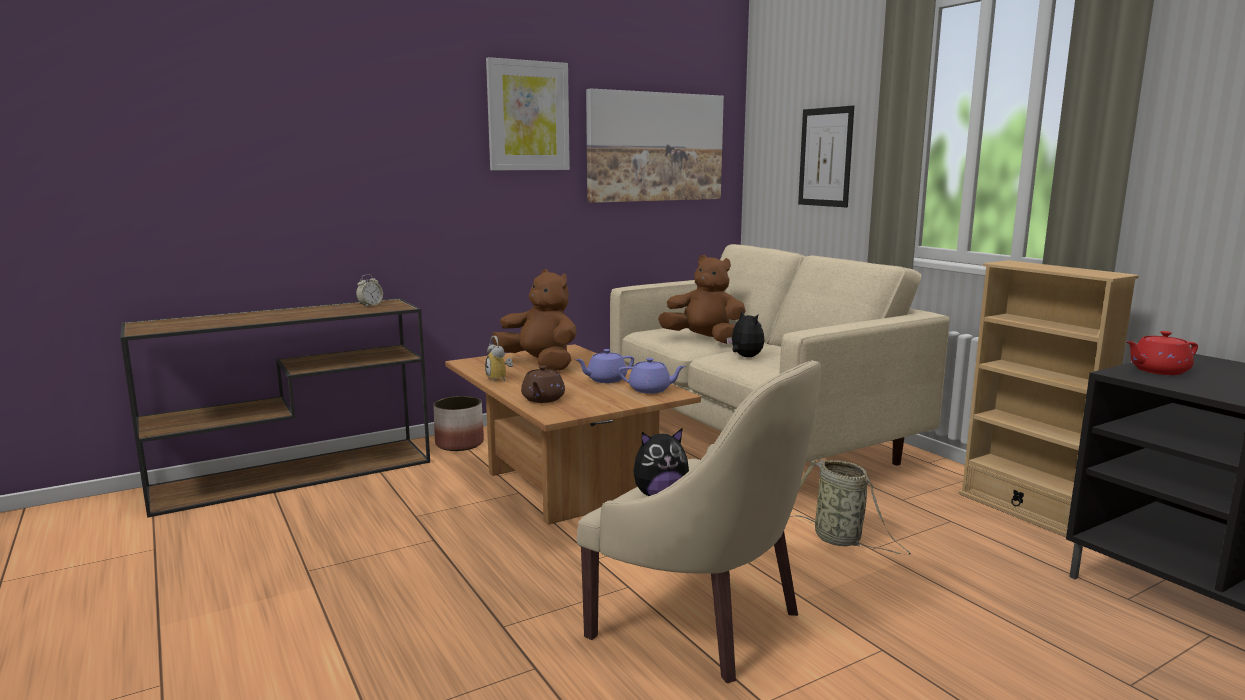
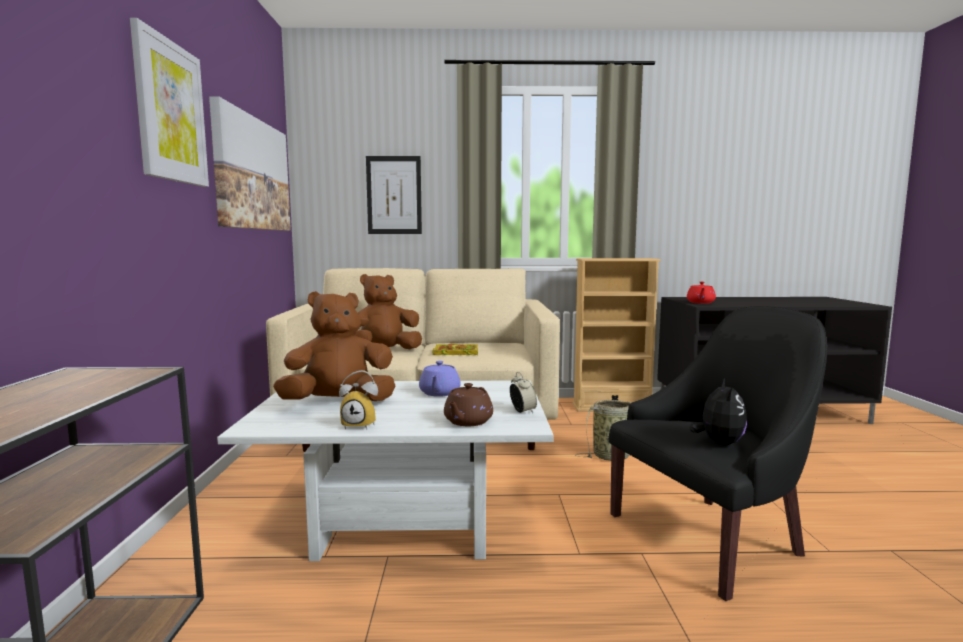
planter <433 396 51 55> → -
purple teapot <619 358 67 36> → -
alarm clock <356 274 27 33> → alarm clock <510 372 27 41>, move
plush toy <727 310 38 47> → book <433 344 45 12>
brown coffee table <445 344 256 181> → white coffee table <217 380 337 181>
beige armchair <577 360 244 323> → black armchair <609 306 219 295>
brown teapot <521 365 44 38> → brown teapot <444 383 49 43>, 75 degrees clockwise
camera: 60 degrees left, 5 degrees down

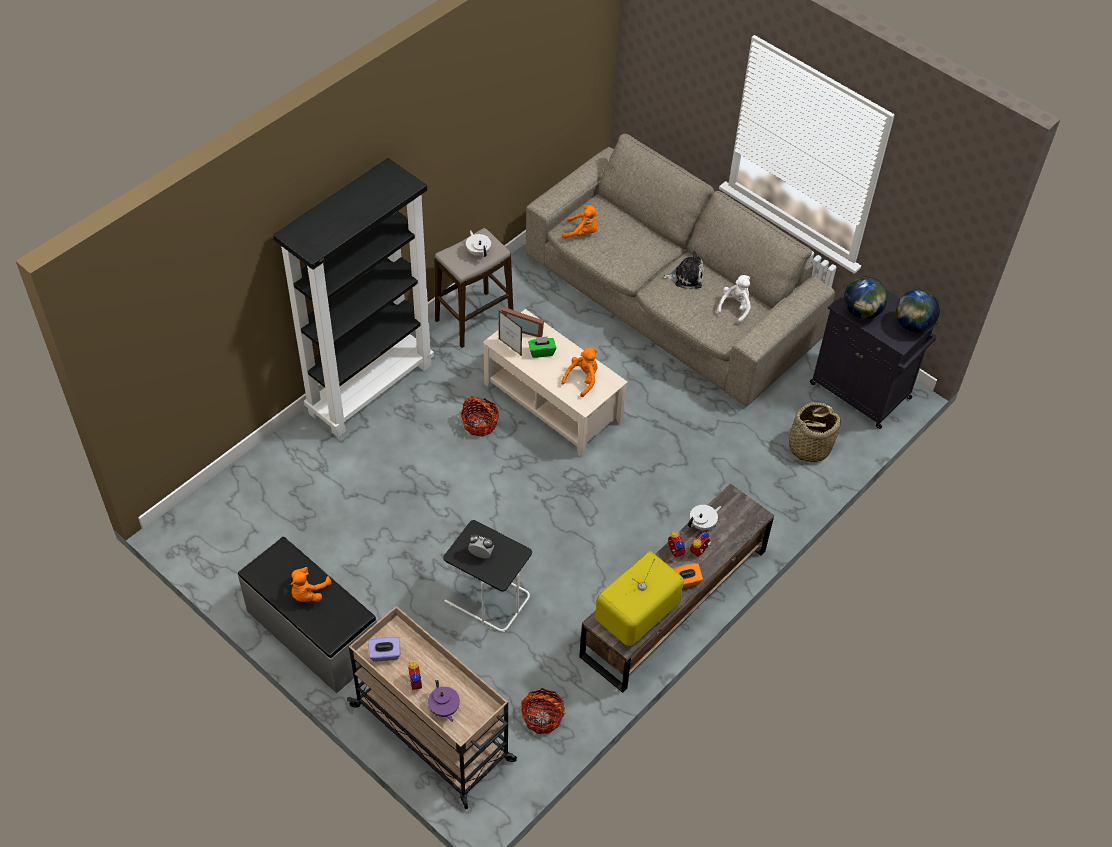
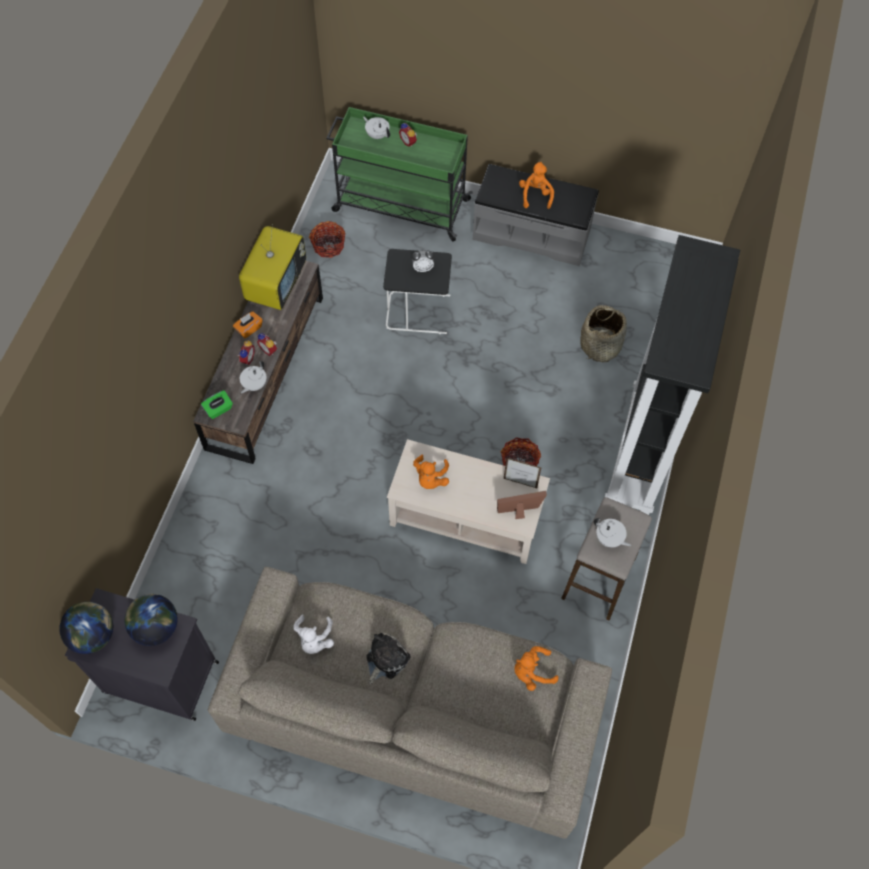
purple tissue box <368 636 32 25> → -
green tissue box <528 336 28 22> → green tissue box <201 390 32 29>, move
basket <783 402 58 60> → basket <580 305 47 57>, move
beige cart <347 606 170 203> → green cart <326 107 147 135>
purple teapot <428 680 32 42> → white teapot <363 117 27 22>
plush toy <663 251 41 38> → plush toy <366 633 44 51>, 150 degrees clockwise
camera: 155 degrees right, 10 degrees up

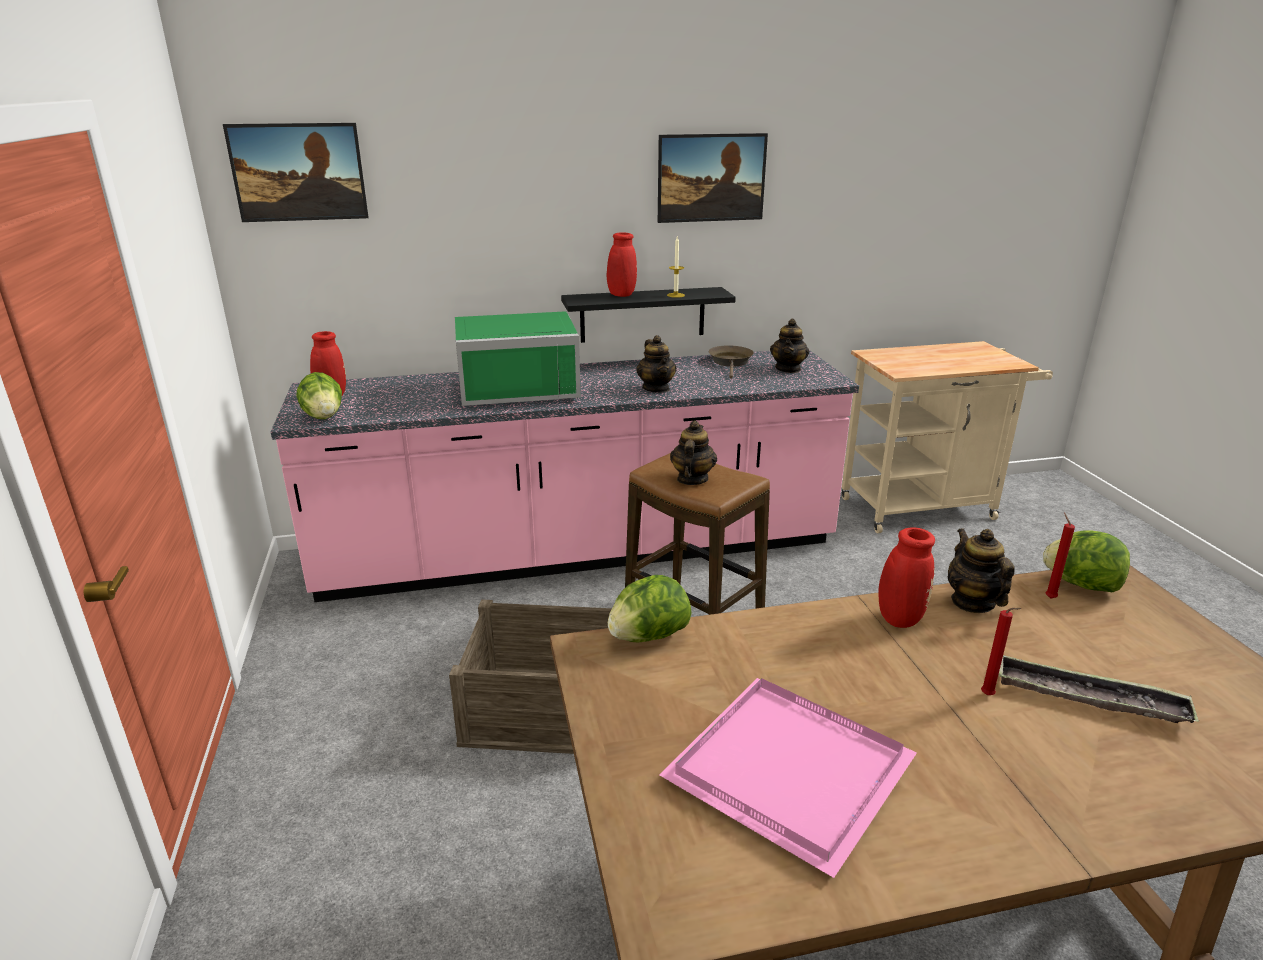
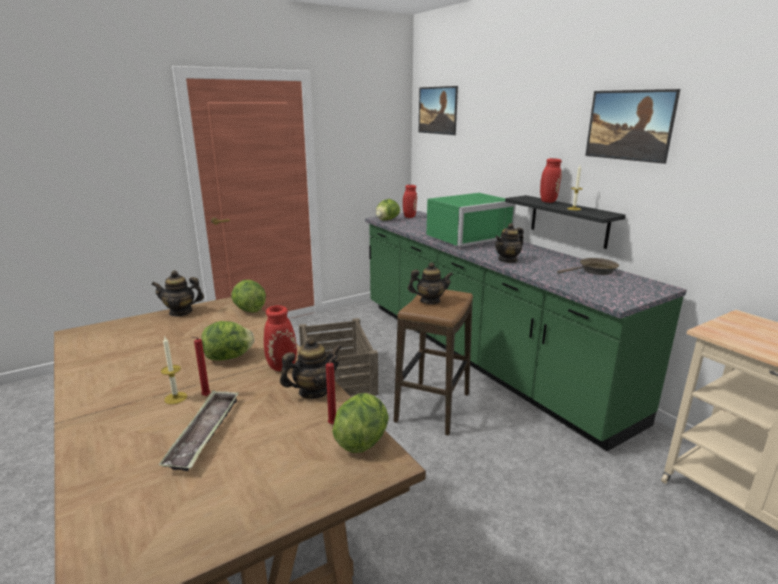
pink tray <659 678 258 200> → -
- → candle <161 337 26 67>
- → lettuce <201 321 53 40>
teapot <770 319 39 54> → teapot <151 270 53 47>, move
pink counter <271 350 588 252> → green counter <365 211 322 240>
green microwave <455 311 126 95> → green microwave <426 193 90 54>, 90 degrees counterclockwise
camera: 70 degrees right, 5 degrees down

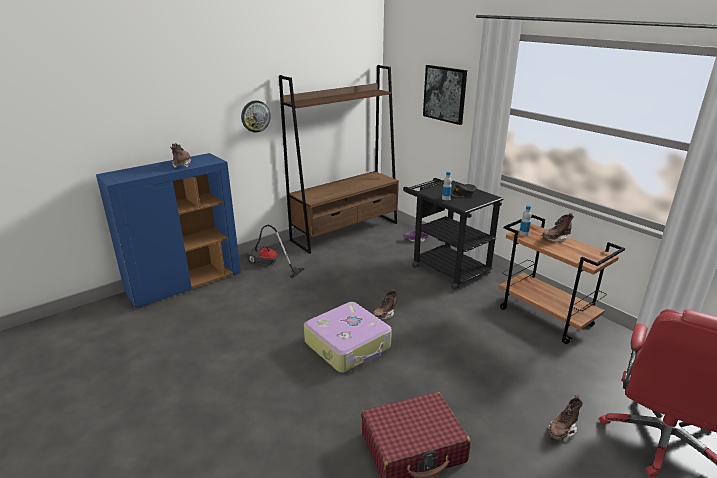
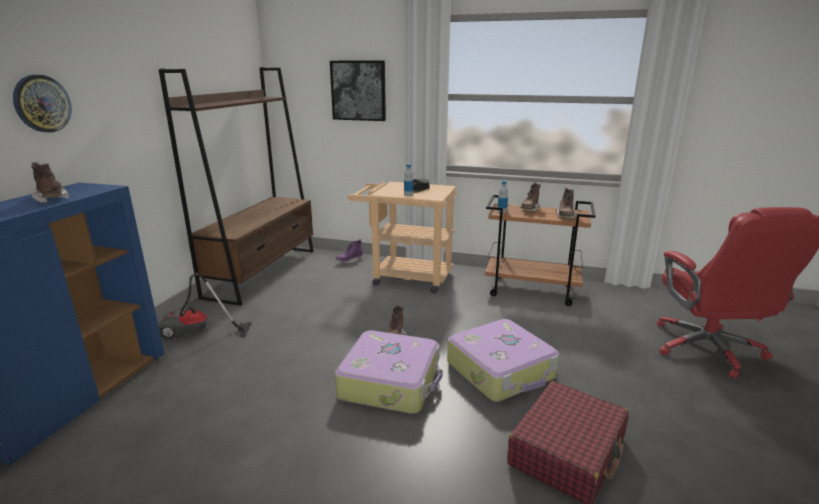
- → suitcase <447 319 112 83>
wall clock <241 100 30 33> → wall clock <13 75 59 58>, move
brown boot <548 395 35 45> → brown boot <556 188 20 31>, move
black cart <403 178 100 112> → beige cart <347 182 110 111>
camera: 35 degrees left, 5 degrees down

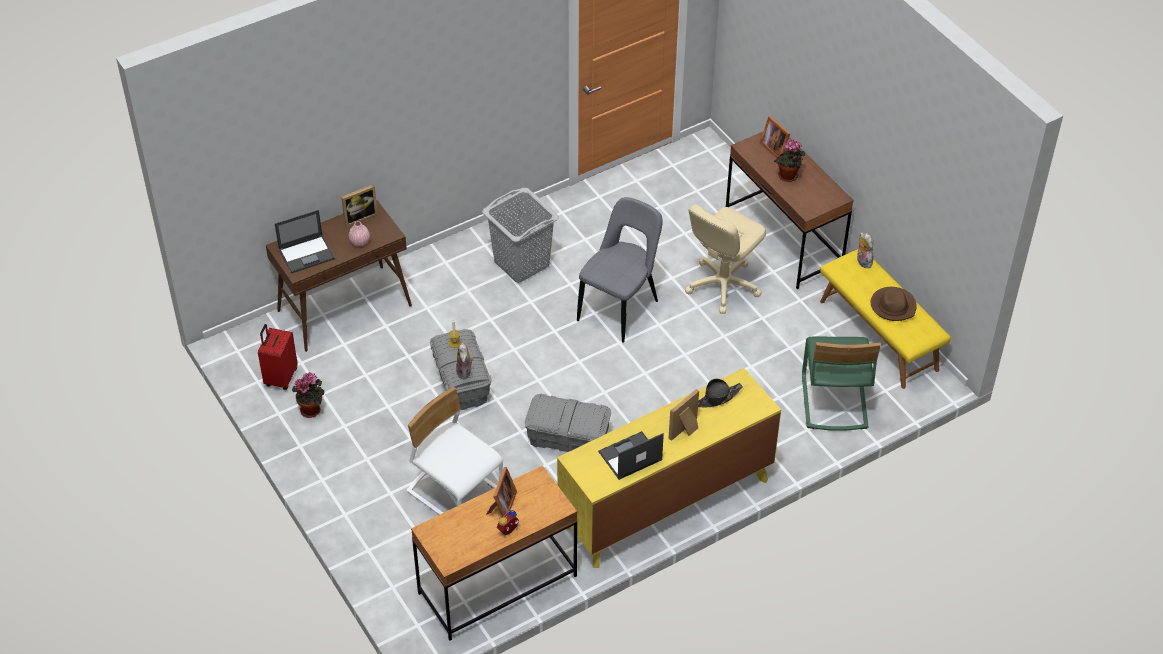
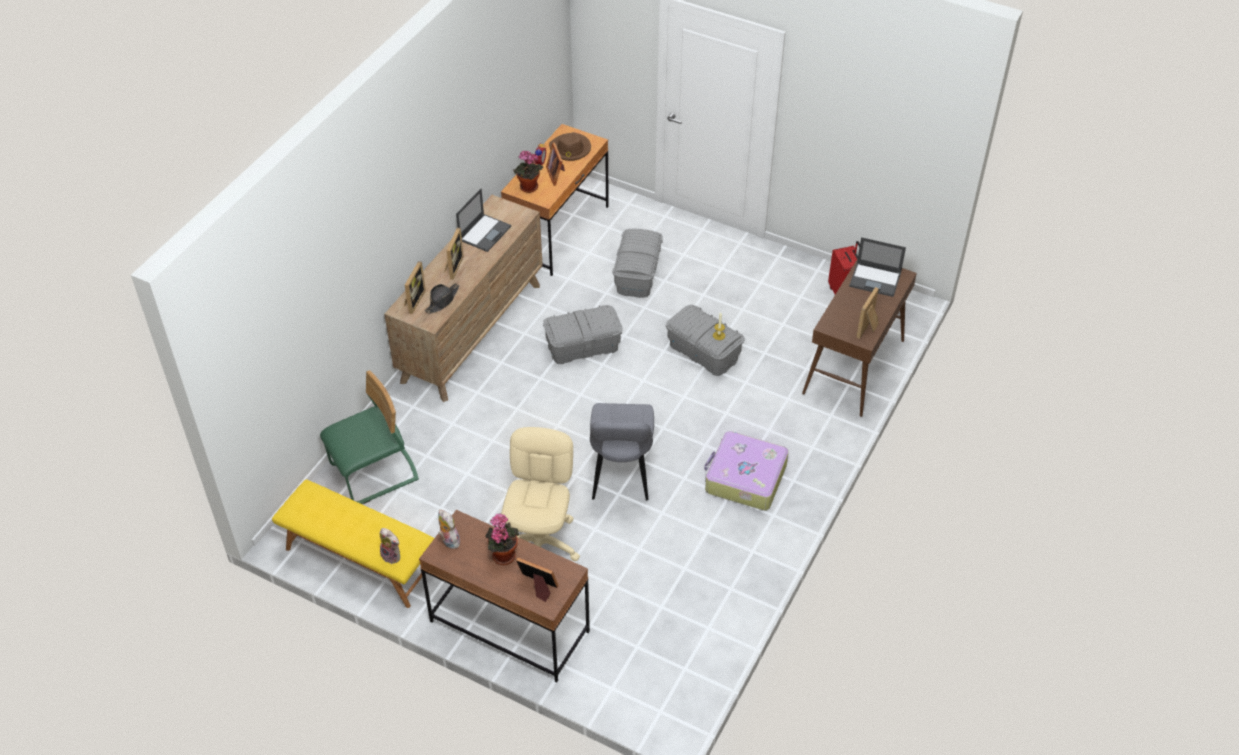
pink vase <349 221 21 26> → -
- → picture frame <404 261 22 53>
potted plant <292 372 32 46> → potted plant <513 151 30 42>, move
plush toy <456 343 18 36> → plush toy <438 509 22 40>, move
brown hat <871 287 46 34> → brown hat <549 132 42 29>, move
white chair <406 387 97 128> → grey storage box <612 229 51 69>
grey laundry basket <482 188 77 95> → suitcase <704 431 85 79>
yellow dresser <557 368 224 200> → brown dresser <384 195 159 207>
laptop <275 210 60 63> → laptop <849 237 57 60>, 105 degrees counterclockwise
green chair <802 337 79 94> → green chair <320 370 99 134>, 90 degrees clockwise
camera: 150 degrees right, 0 degrees up

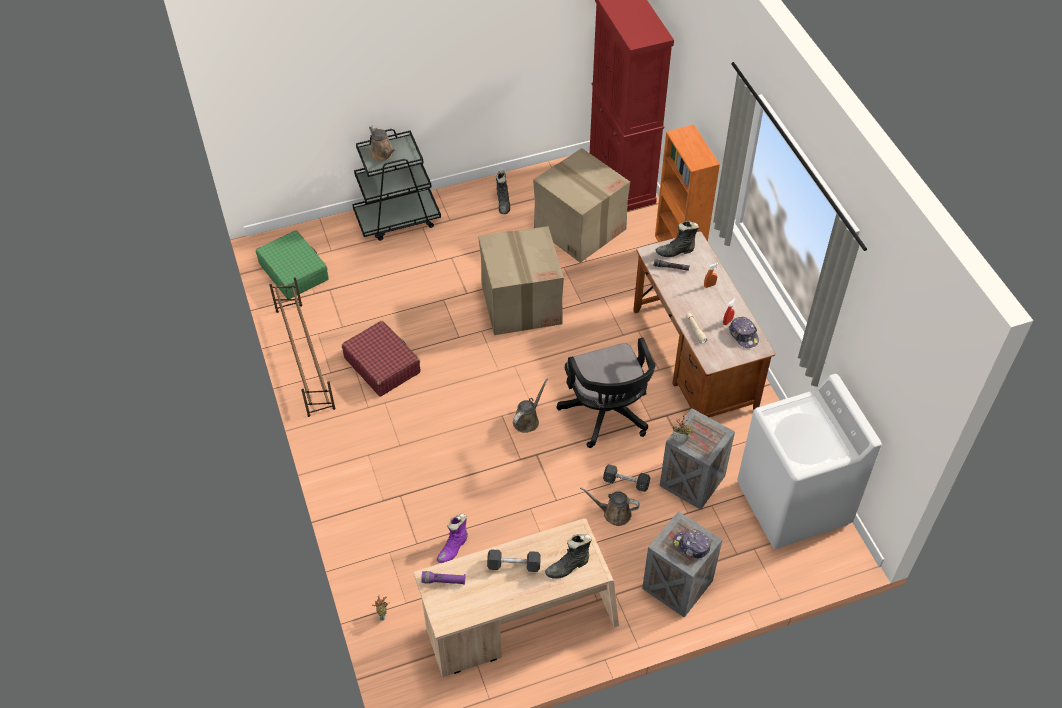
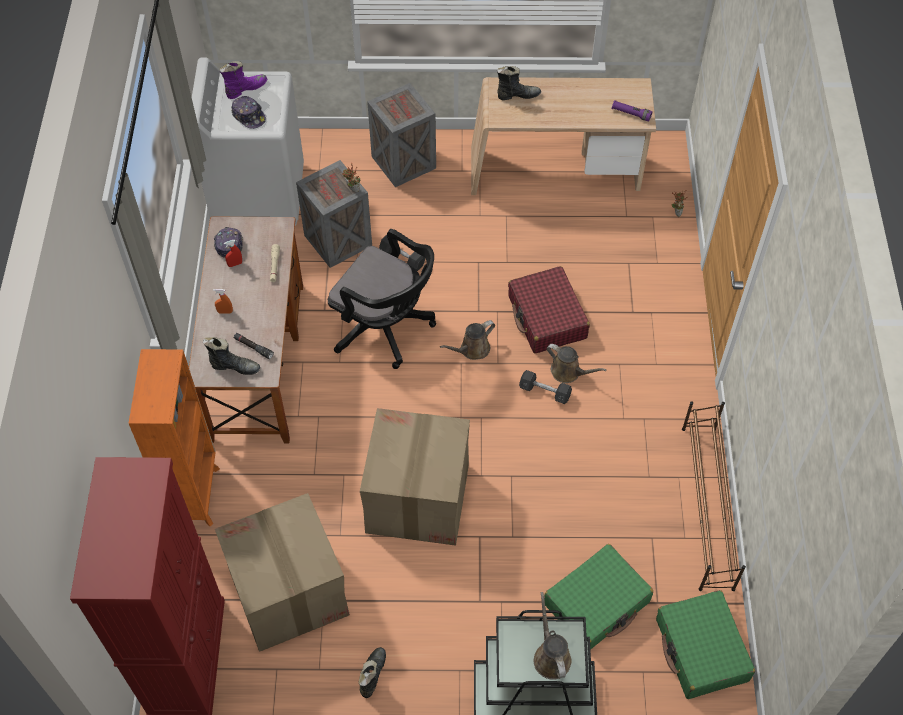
- → green suitcase <544 544 109 106>
red suitcase <342 321 78 75> → red suitcase <508 266 82 88>, move
purple boot <437 514 31 49> → purple boot <220 61 47 38>, move
grey dumbbell <487 549 54 23> → grey dumbbell <519 370 53 34>, move
brown watering can <580 487 60 39> → brown watering can <546 344 60 39>, move
cap <673 529 38 29> → cap <231 96 35 33>, move
black office chair <556 337 100 111> → black office chair <328 229 108 140>, 120 degrees clockwise
camera: 160 degrees left, 5 degrees up

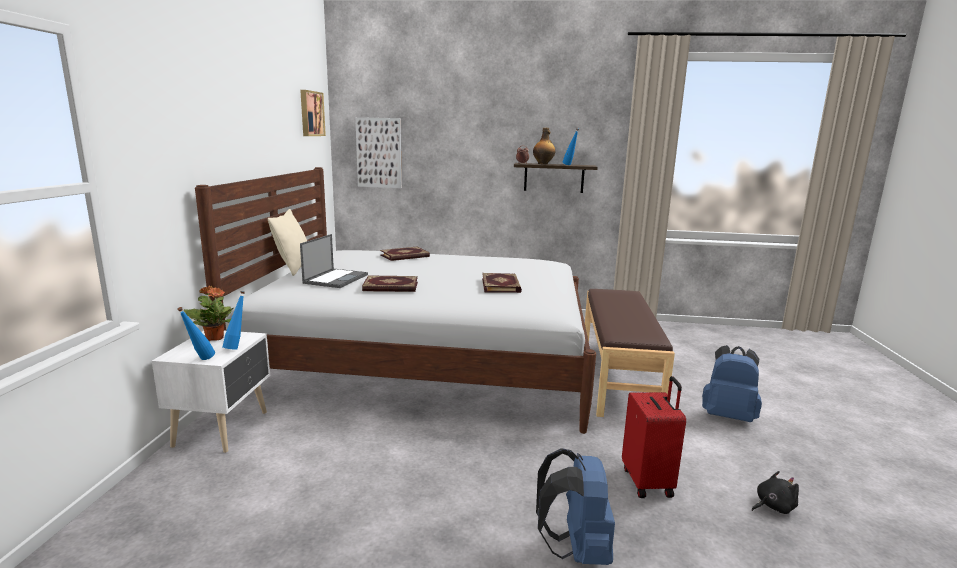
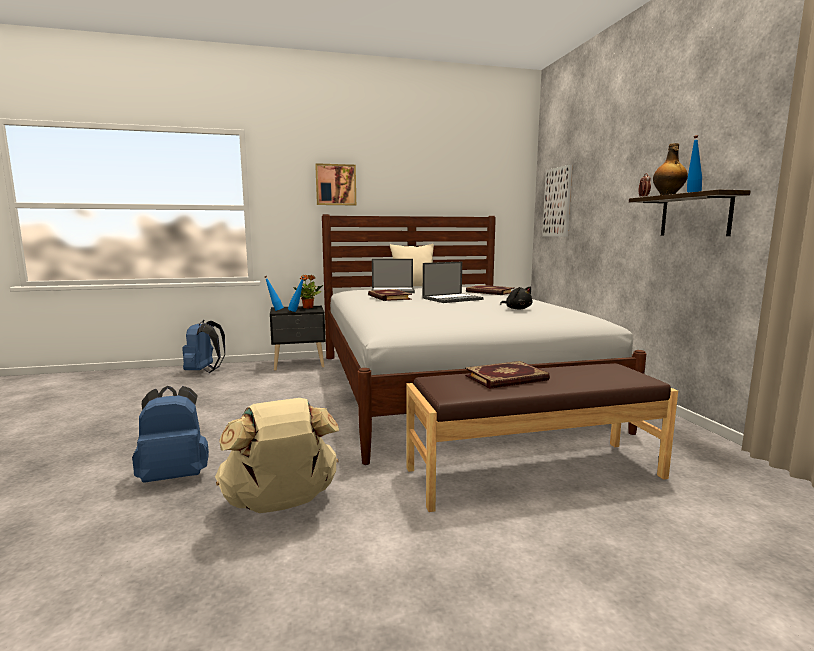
- → laptop <423 262 61 41>
picture <300 90 26 46> → picture <315 163 41 43>, move
book <482 273 40 20> → book <465 361 85 28>, move
blue backpack <702 345 60 77> → blue backpack <182 320 43 53>, move
black plush toy <752 471 47 43> → black plush toy <500 286 33 24>, move
red suitcase <622 376 64 122> → beige backpack <215 398 124 115>
white nightstand <152 331 118 122> → black nightstand <270 306 55 64>
camera: 70 degrees right, 5 degrees down

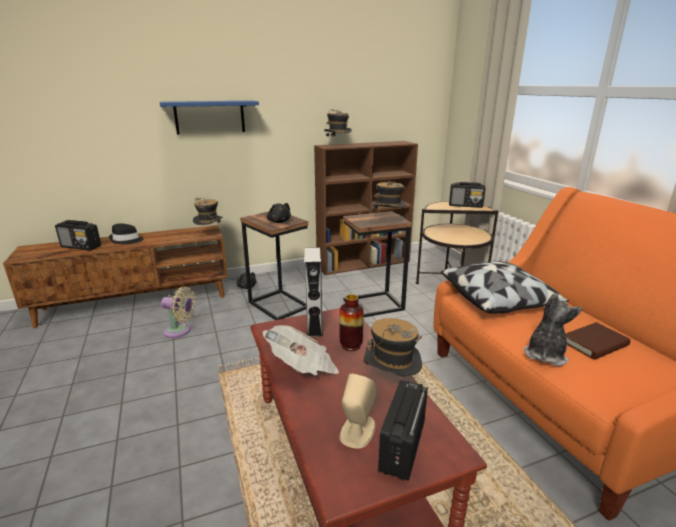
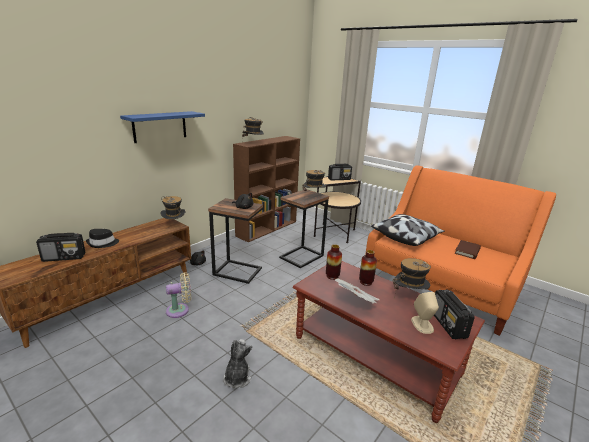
plush toy <524 293 58 73> → plush toy <223 339 29 49>, move
grey speaker <305 247 18 90> → vase <326 244 16 36>
camera: 30 degrees left, 0 degrees up

